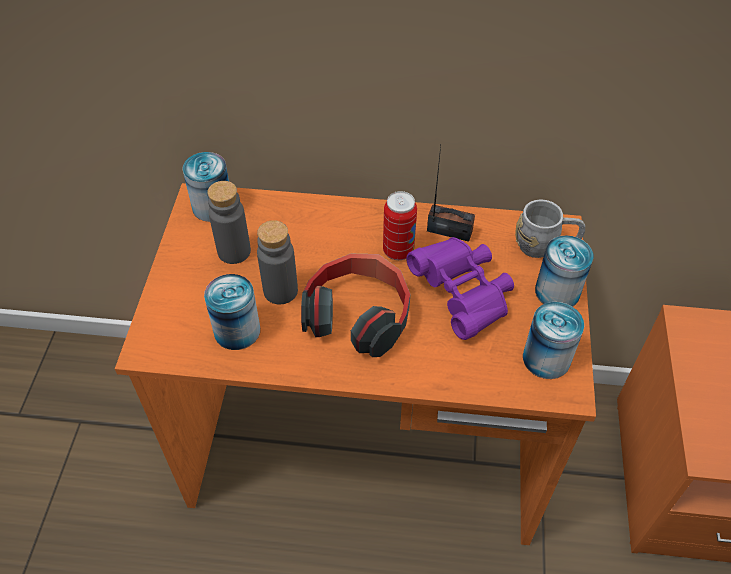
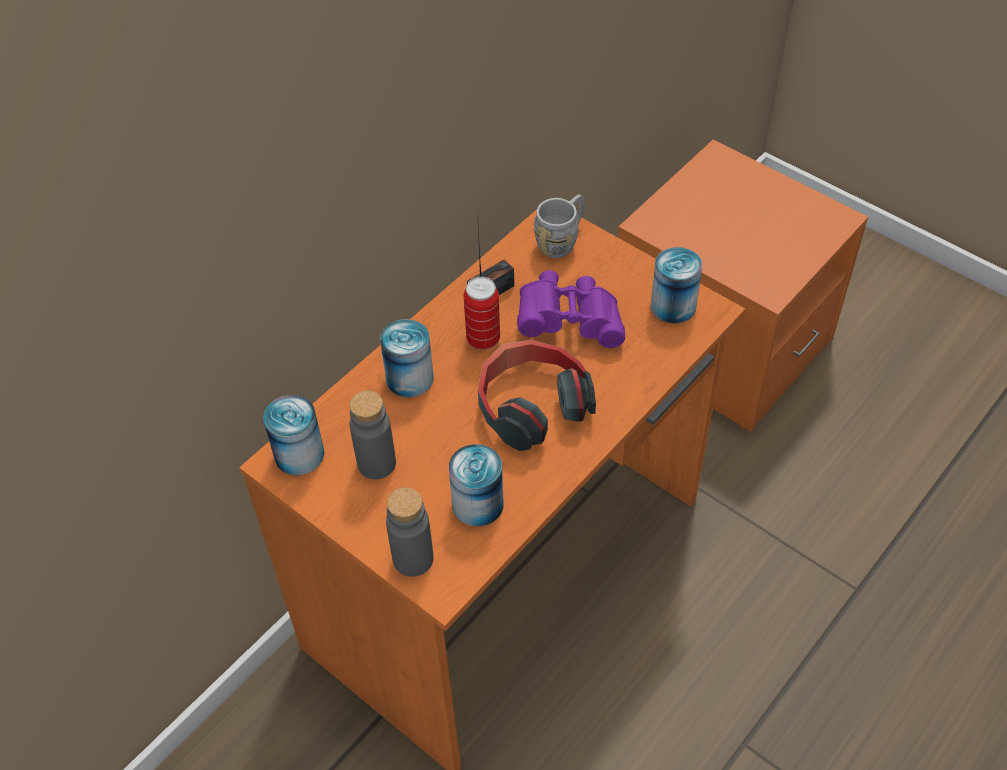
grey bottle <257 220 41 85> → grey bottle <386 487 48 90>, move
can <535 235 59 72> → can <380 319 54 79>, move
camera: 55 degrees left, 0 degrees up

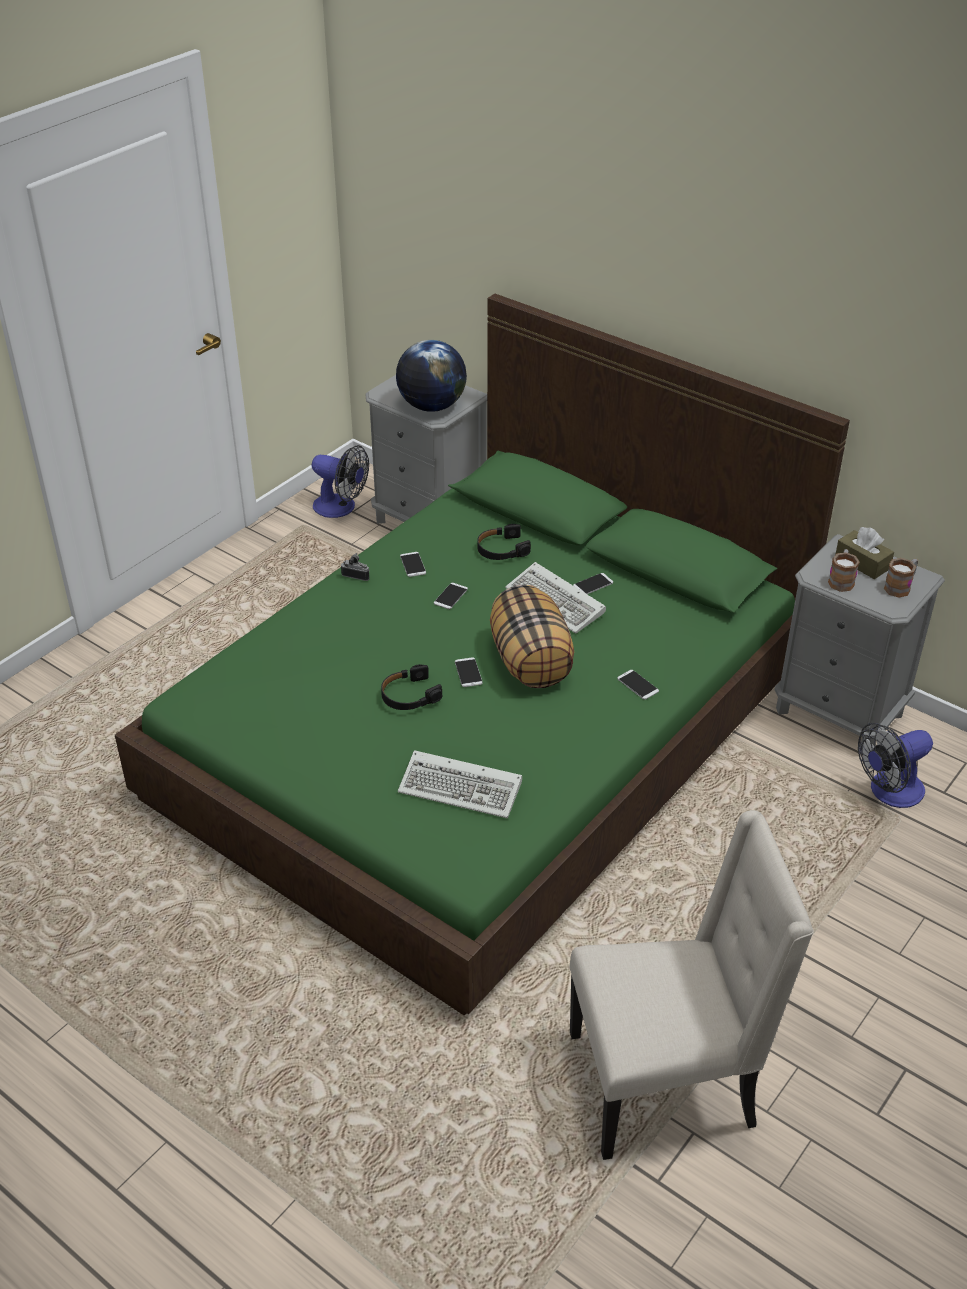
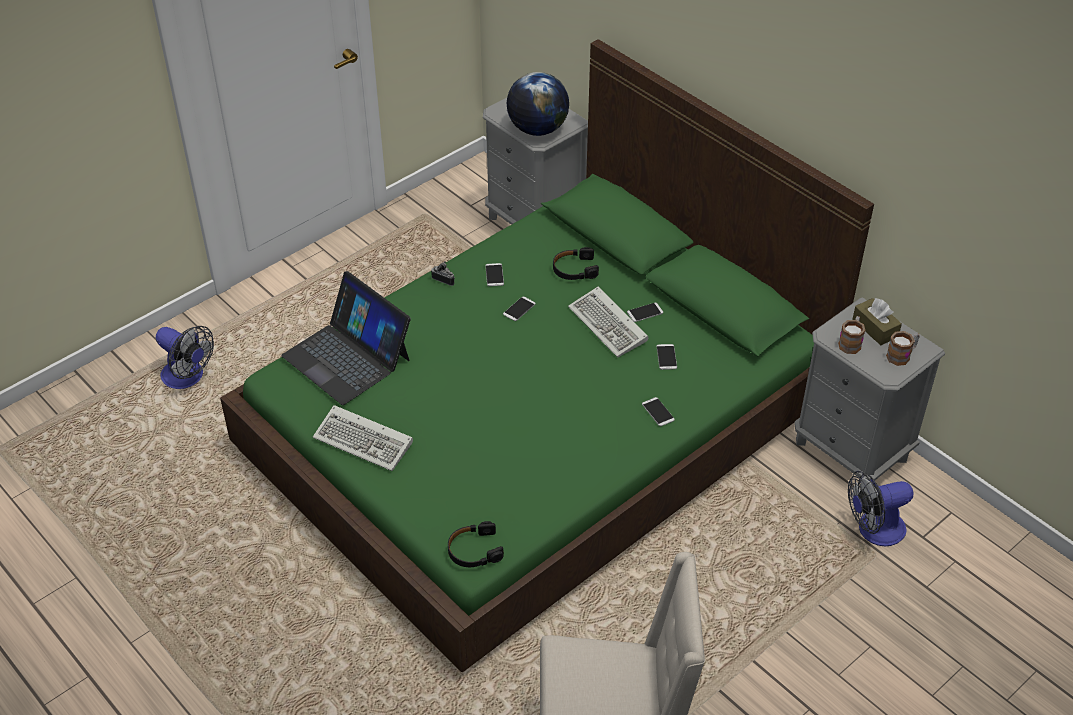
pillow <490 585 84 103> → -
- → laptop <281 271 130 134>
fan <312 445 57 73> → fan <156 326 58 63>, move
black headphones <381 664 61 46> → black headphones <448 521 56 46>, move
keyboard <398 750 124 68> → keyboard <313 405 100 66>, move
phone <455 657 28 30> → phone <657 344 20 26>, move
camera: 10 degrees right, 5 degrees up

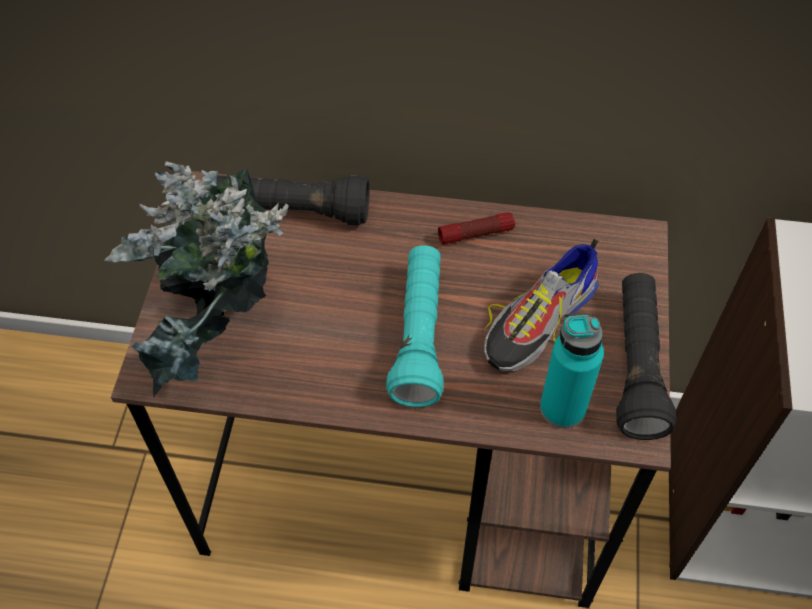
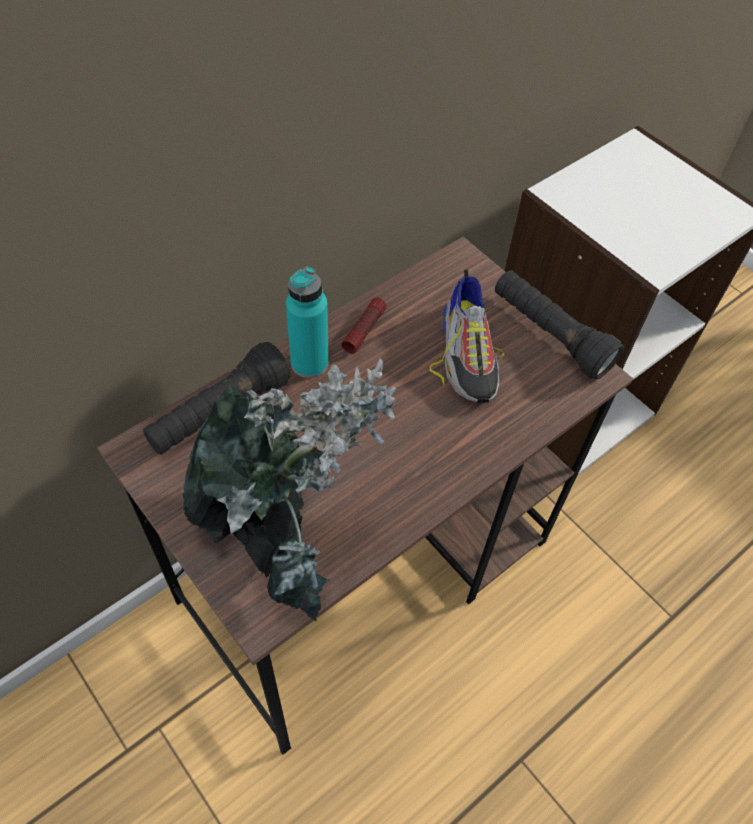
turquoise flashlight <386 245 58 162> → -
turquoise bottle <540 315 64 113> → turquoise bottle <286 267 43 111>, move
camera: 50 degrees left, 0 degrees up

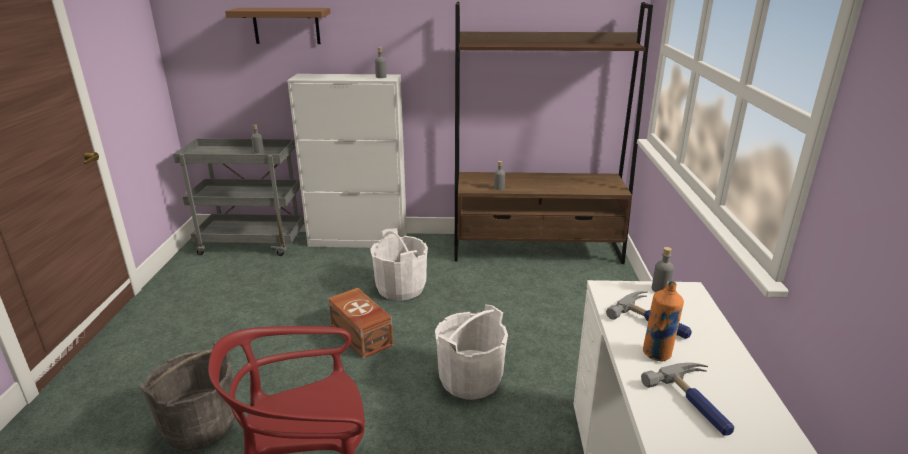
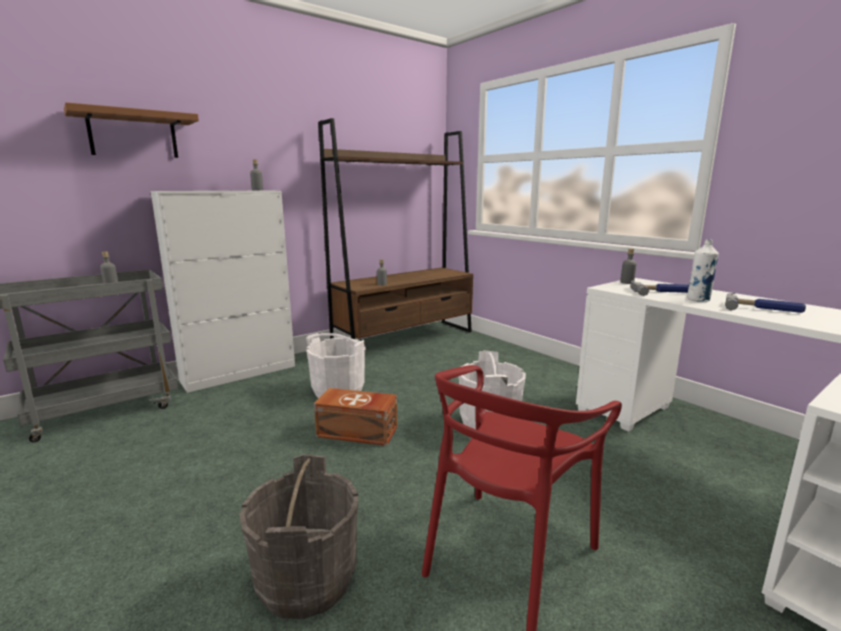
orange bottle <643 281 41 80> → white bottle <687 239 32 63>
camera: 40 degrees left, 10 degrees down

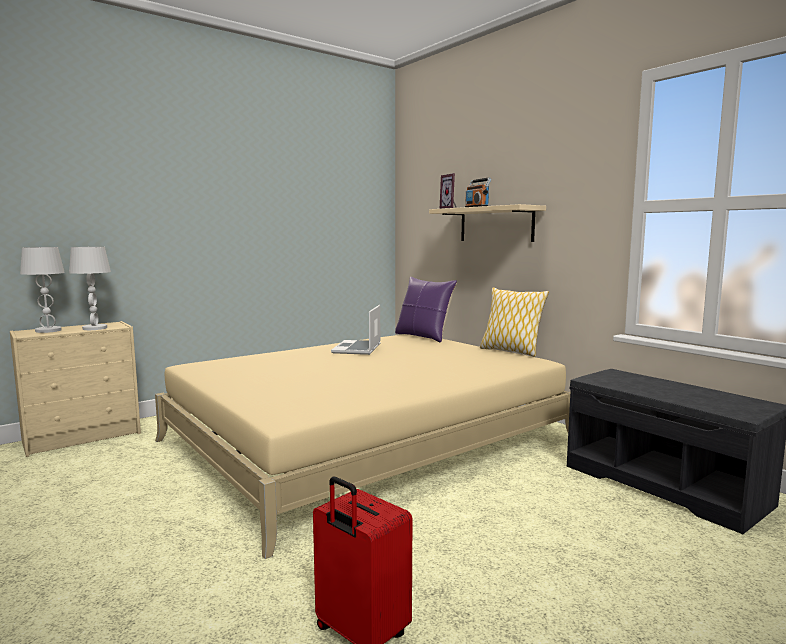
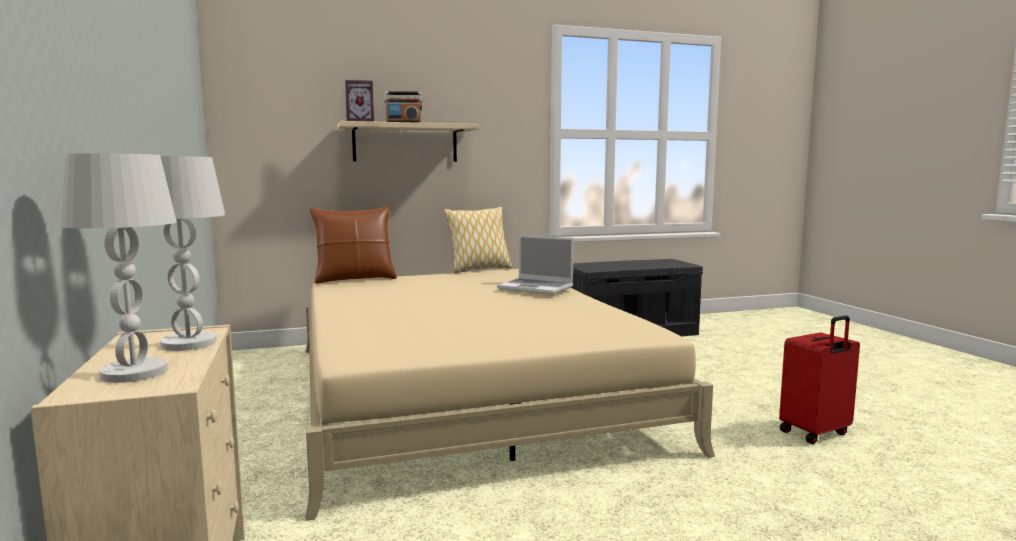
laptop <331 305 50 50> → laptop <497 235 77 60>, move
purple pillow <395 277 62 65> → brown pillow <309 206 88 78>
camera: 70 degrees left, 0 degrees up

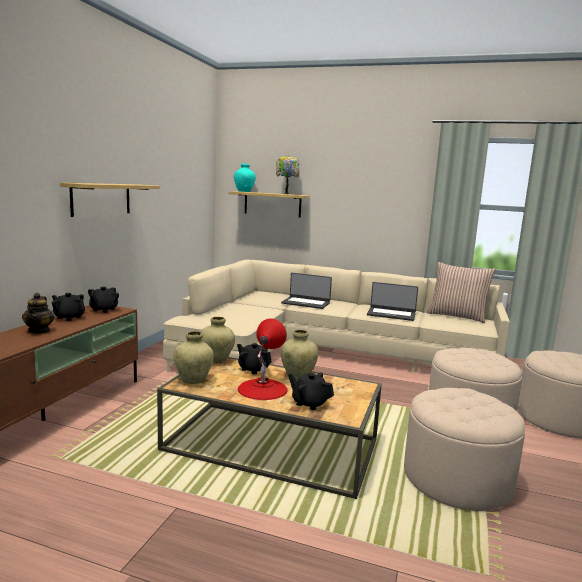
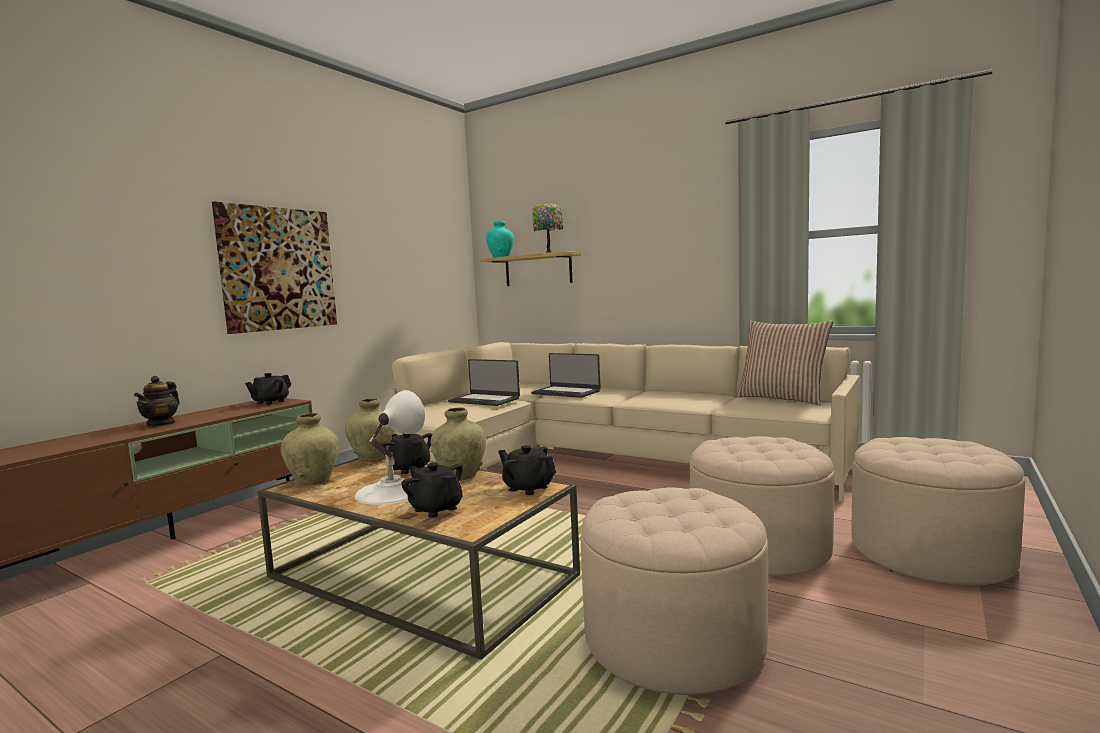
black teapot <52 293 33 28> → black teapot <498 445 58 50>, move
laptop <367 282 51 39> → laptop <448 359 72 47>, move
shelf <60 183 100 34> → picture <212 202 125 132>
red table lamp <238 319 50 81> → white table lamp <354 390 71 115>
camera: 15 degrees right, 5 degrees down

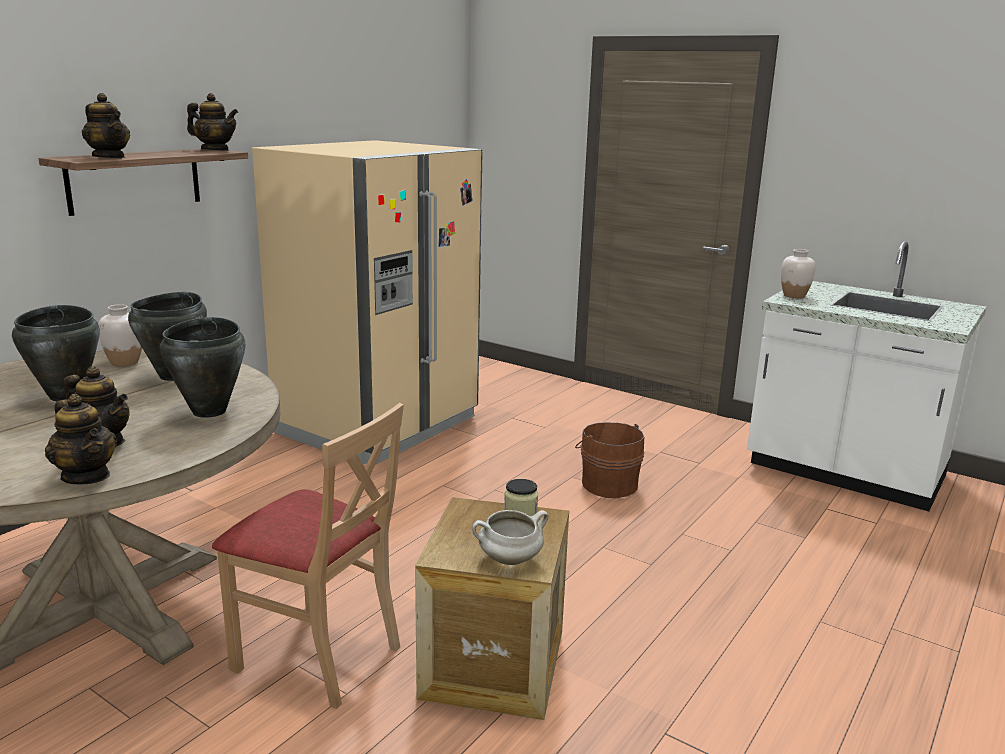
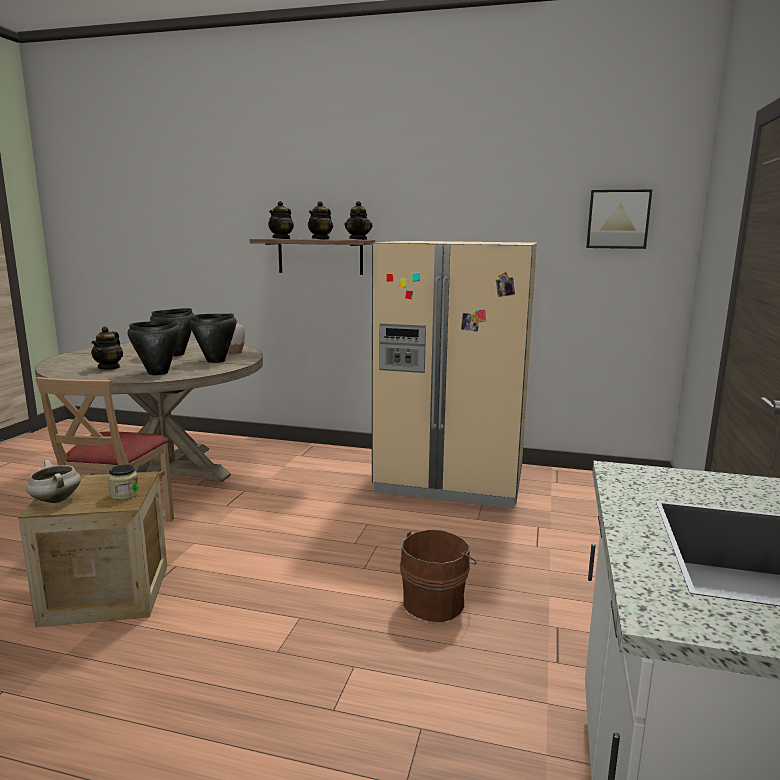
white vase <781 249 35 49> → -
- → picture <586 190 66 59>
teapot <45 394 72 91> → teapot <308 201 25 38>, move
camera: 70 degrees right, 5 degrees down

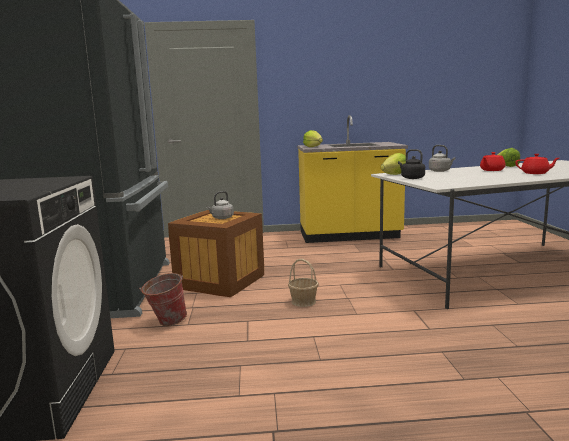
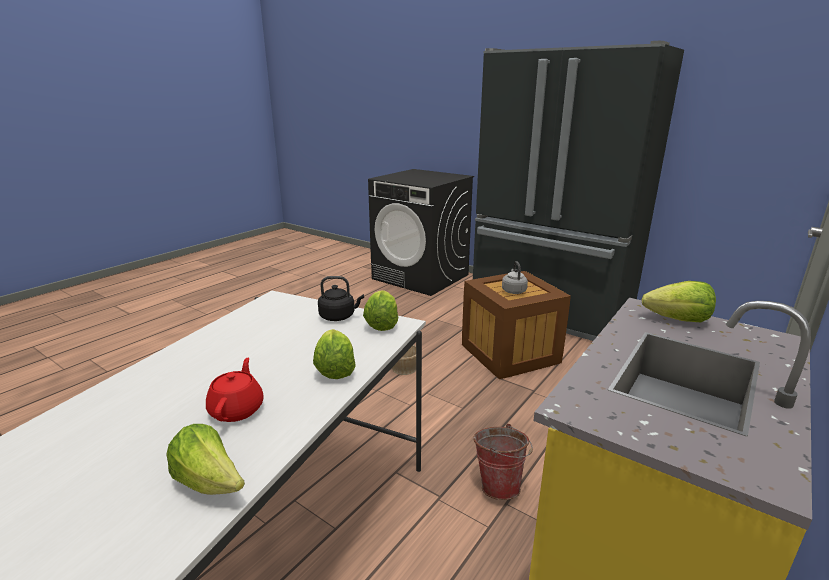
red teapot <515 154 44 20> → -
bucket <139 273 48 53> → bucket <473 424 60 76>, move
grey kettle <429 145 26 27> → lettuce <313 329 43 50>
camera: 130 degrees right, 10 degrees up

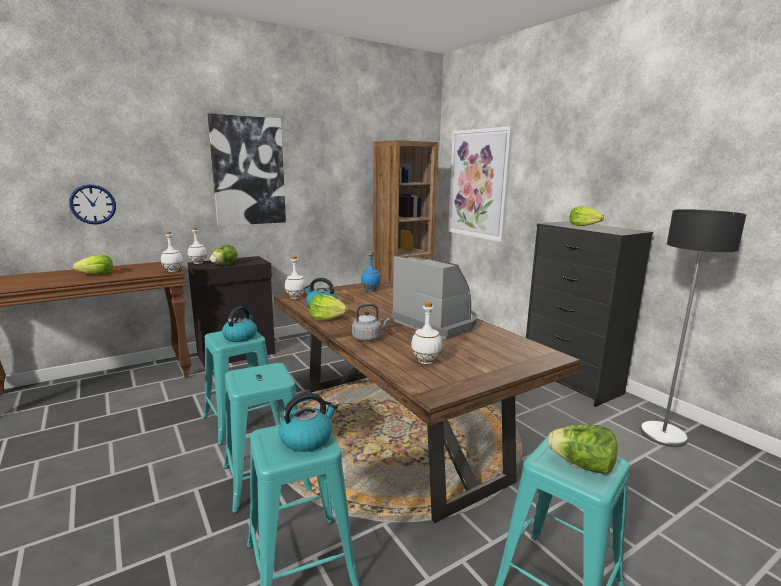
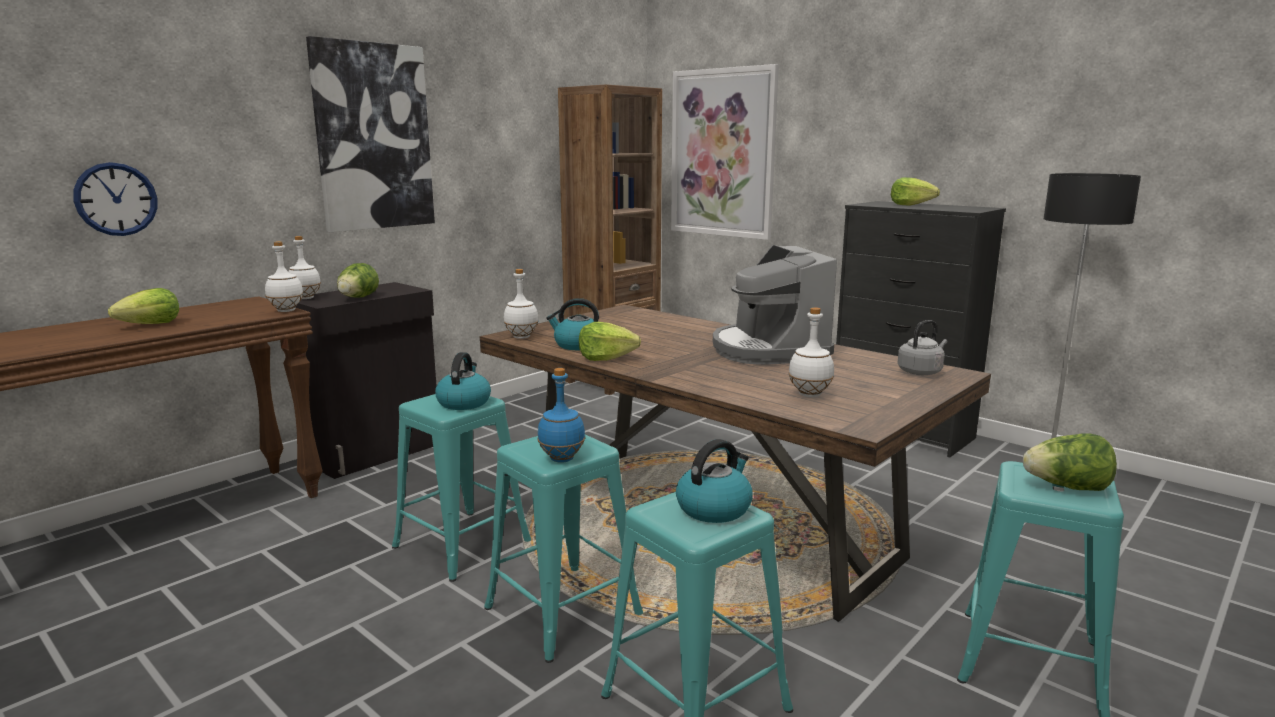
grey kettle <352 304 38 37> → grey kettle <898 320 49 55>, move
blue bottle <361 251 20 40> → blue bottle <537 368 48 95>, move
coffee machine <392 256 85 83> → coffee machine <713 245 124 120>, 135 degrees counterclockwise
camera: 15 degrees left, 0 degrees up

